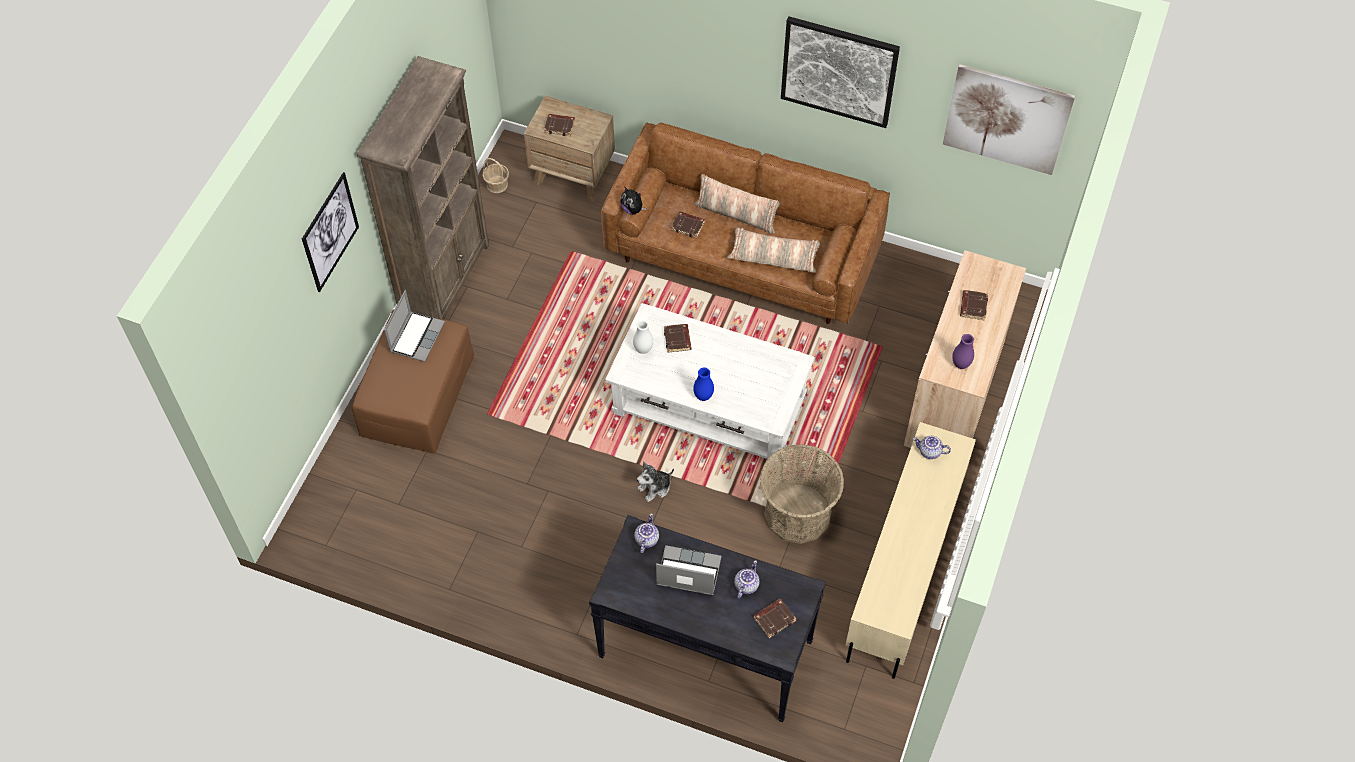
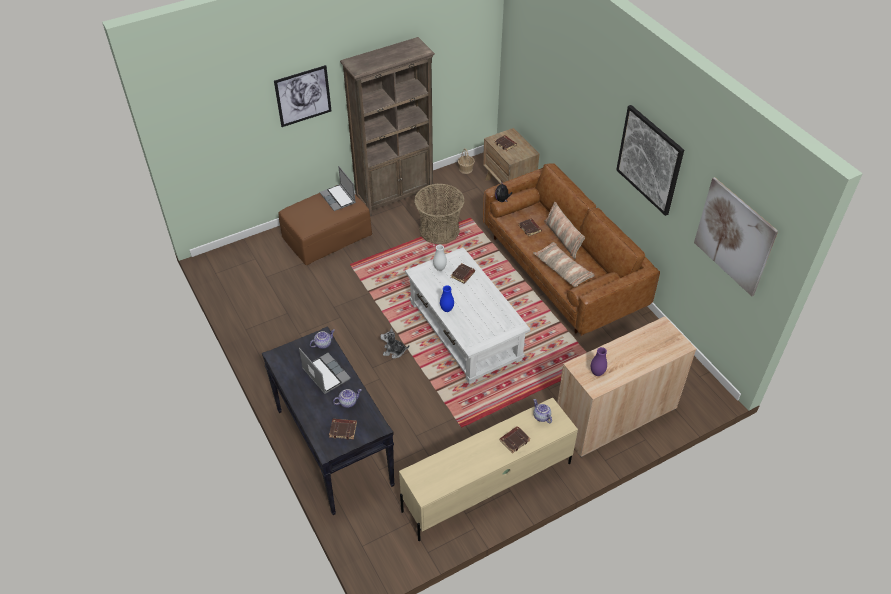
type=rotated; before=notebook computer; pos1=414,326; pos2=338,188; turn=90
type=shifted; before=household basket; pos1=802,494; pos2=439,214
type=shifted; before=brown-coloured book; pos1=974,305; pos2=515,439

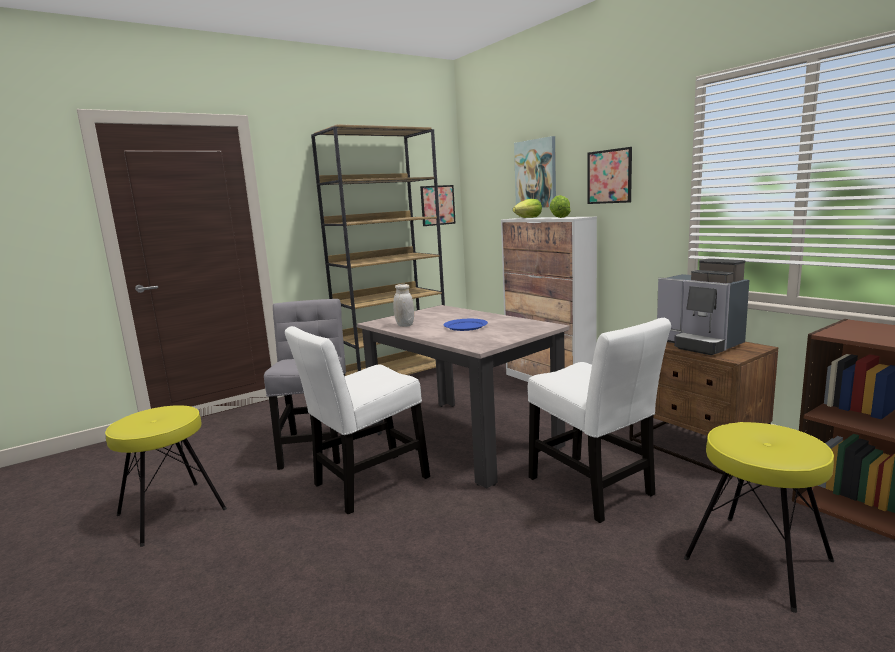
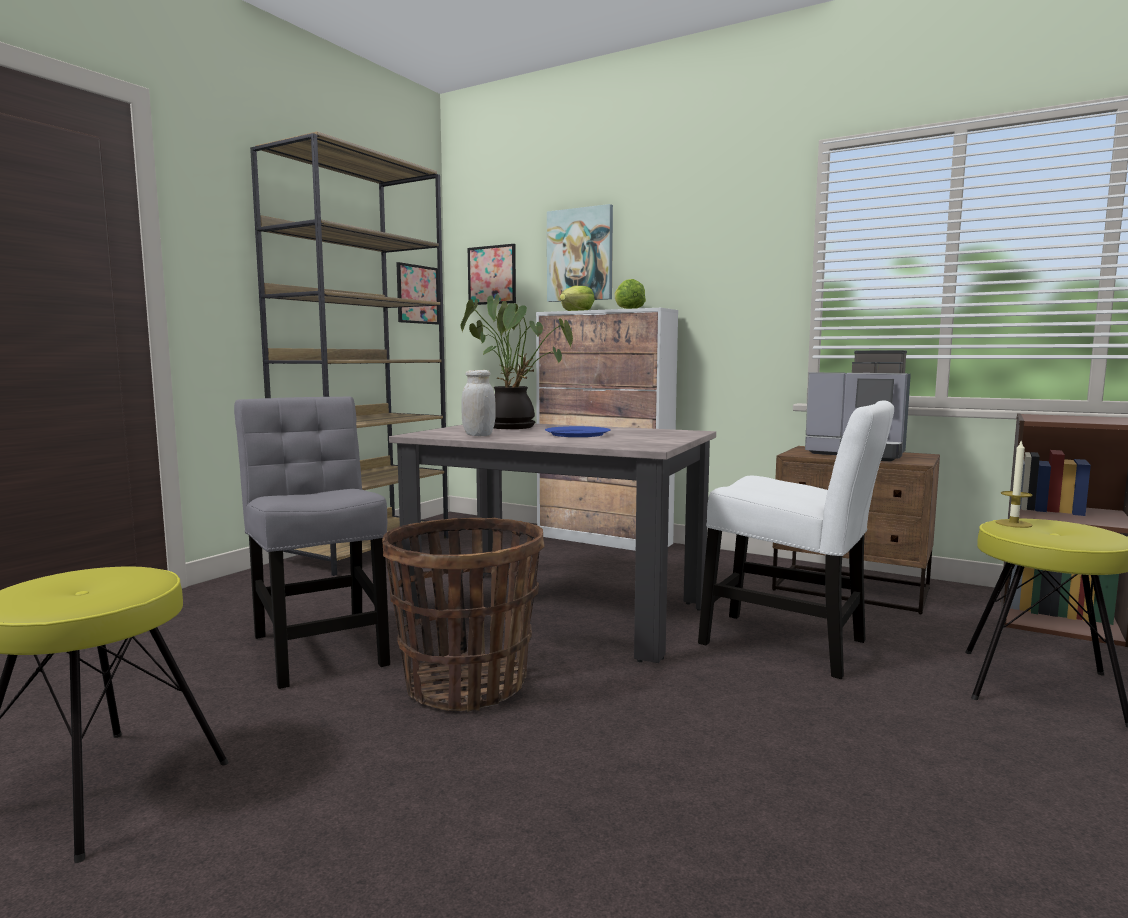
type=swapped; before=white-coloured chair; after=household basket; pos1=357,420; pos2=463,615
type=new; after=plant in a pot; pos2=516,361
type=shifted; before=picture; pos1=610,175; pos2=492,274
type=new; after=candle; pos2=1014,484

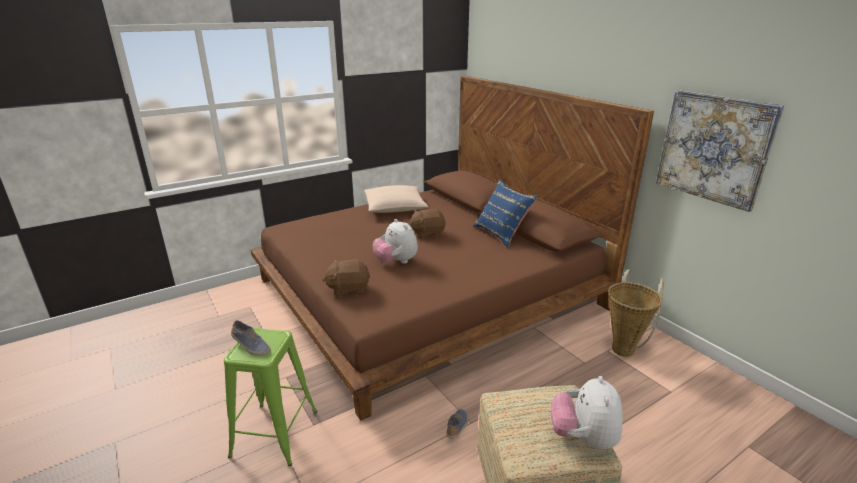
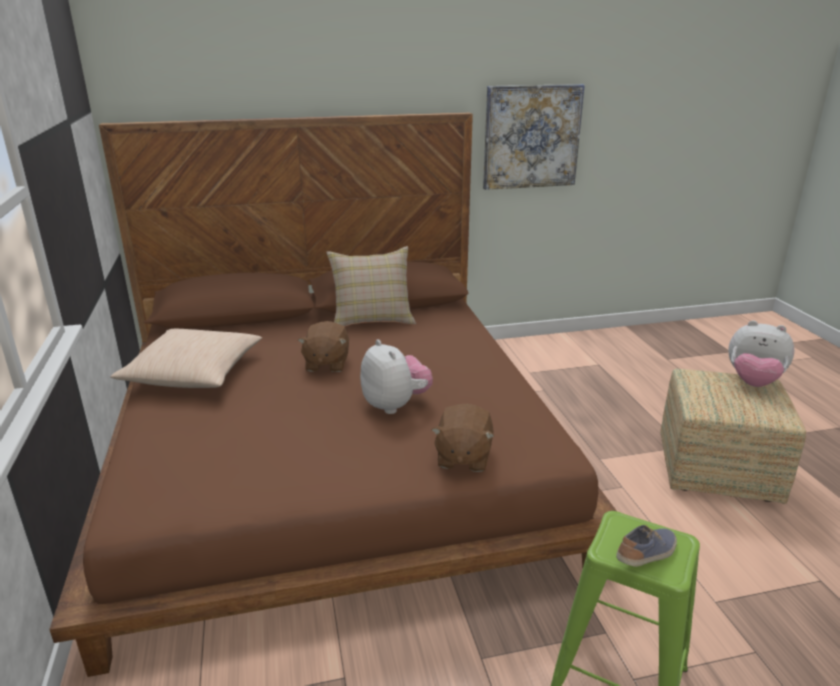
type=repainted; before=blue pillow; after=beige pillow; pos1=506,213; pos2=371,286
type=rotated; before=cuddly toy; pos1=395,241; pos2=396,376; turn=-105
type=gone; before=low shoe; pos1=457,424
type=gone; before=household basket; pos1=635,313

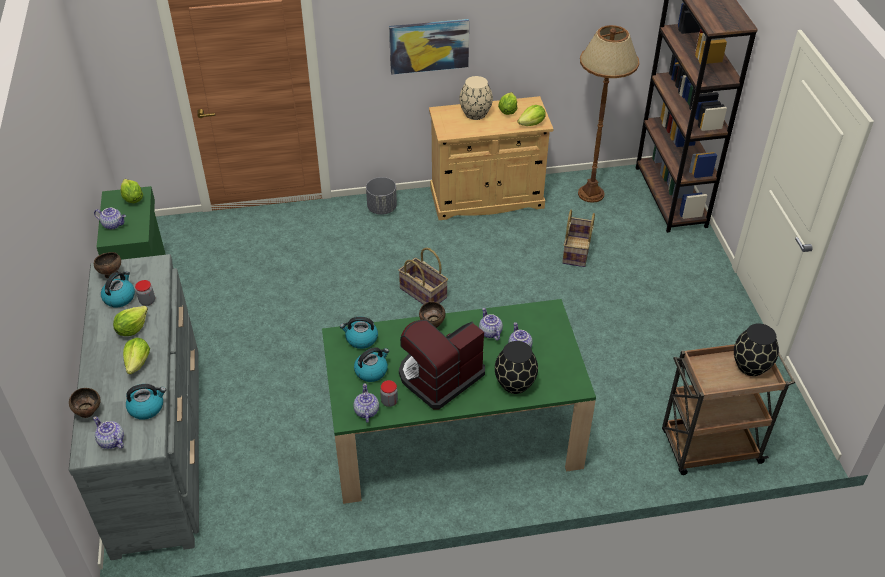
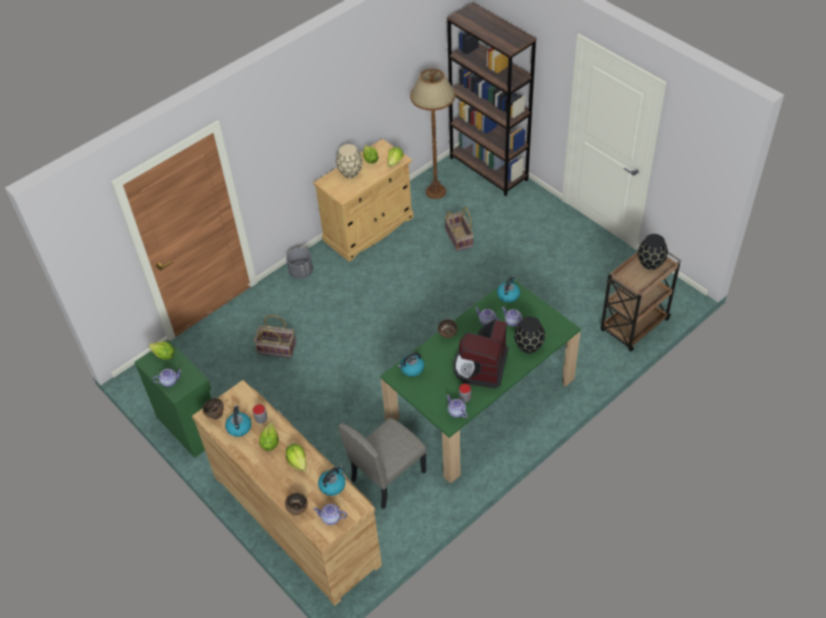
type=repainted; before=gray drawer chest; after=brown-coloured drawer chest; pos1=134,407; pos2=287,493
type=shifted; before=household basket; pos1=423,276; pos2=275,336
type=new; after=beige chair; pos2=382,463
type=shifted; before=tea kettle; pos1=371,364; pos2=508,289
type=gone; before=picture; pos1=429,47

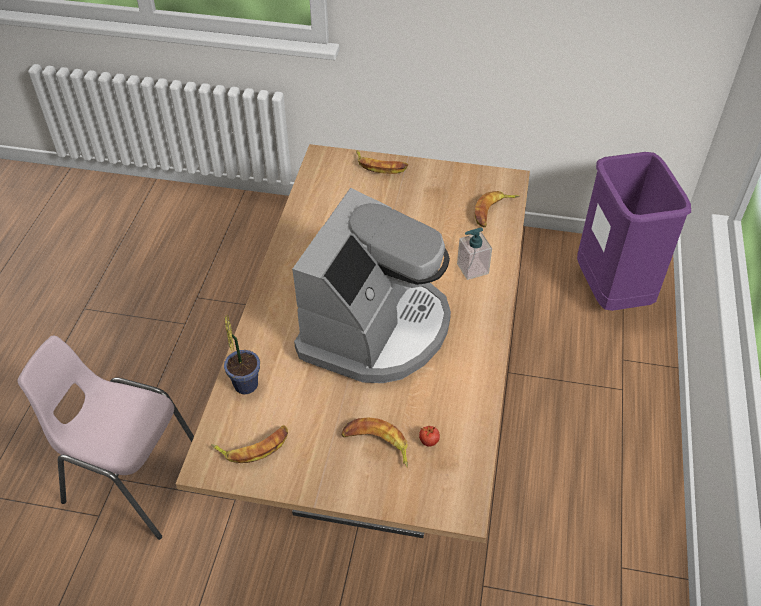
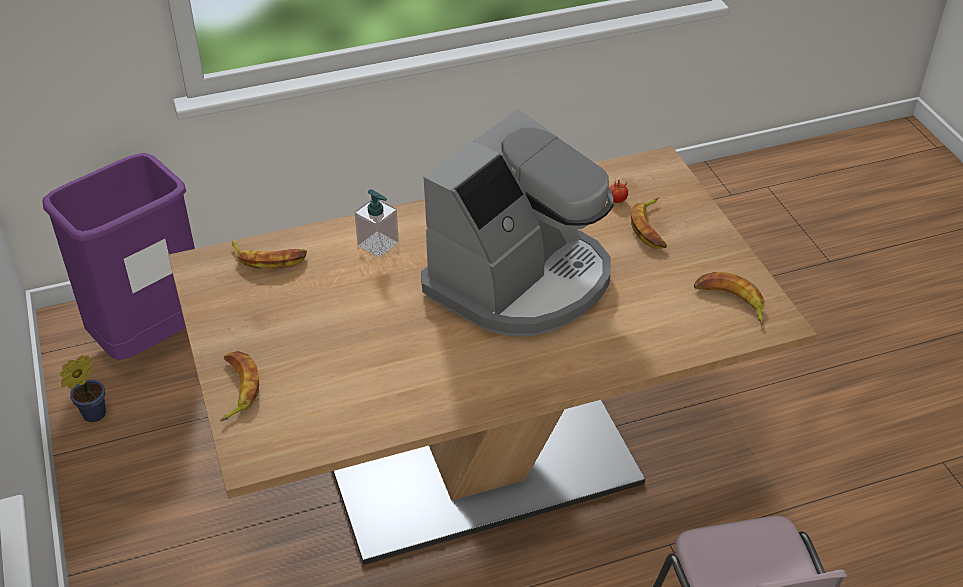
type=shifted; before=plant in a pot; pos1=242,355; pos2=83,388
type=rotated; before=coffee brewer; pos1=371,285; pos2=517,222; turn=135

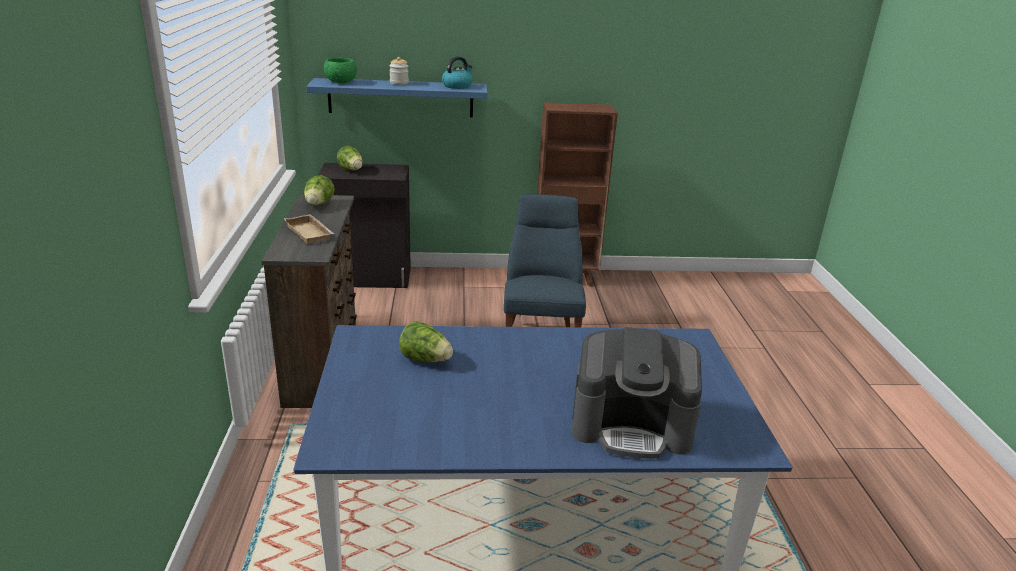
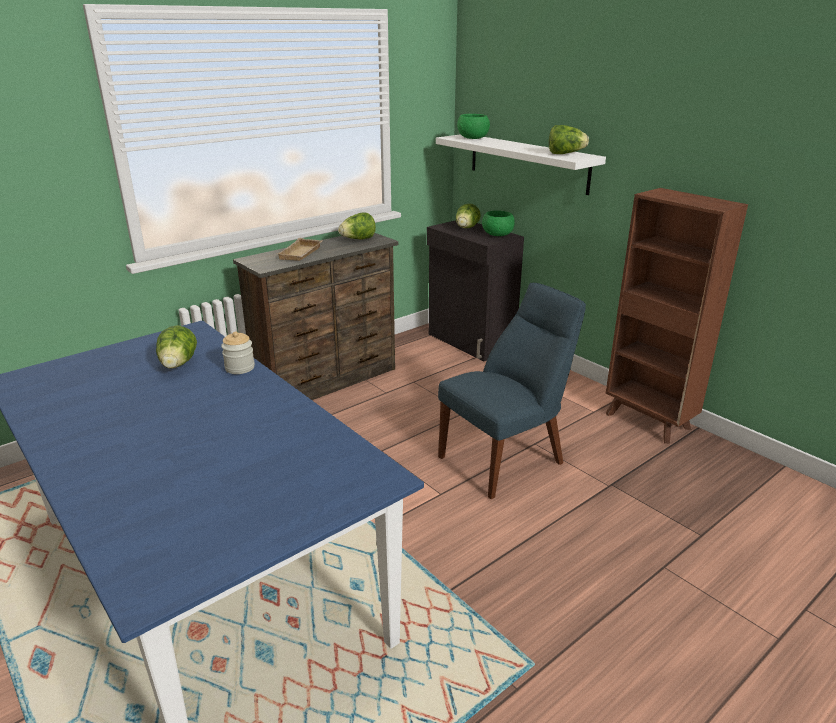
type=shifted; before=jar; pos1=399,71; pos2=238,352
type=repainted; before=blue wall shelf; after=white-coloured wall shelf; pos1=397,98; pos2=521,164
type=new; after=greenish deep dish; pos2=498,223
type=swapped; before=tea kettle; after=head of lettuce; pos1=457,72; pos2=569,139
type=gone; before=coffee brewer; pos1=637,393

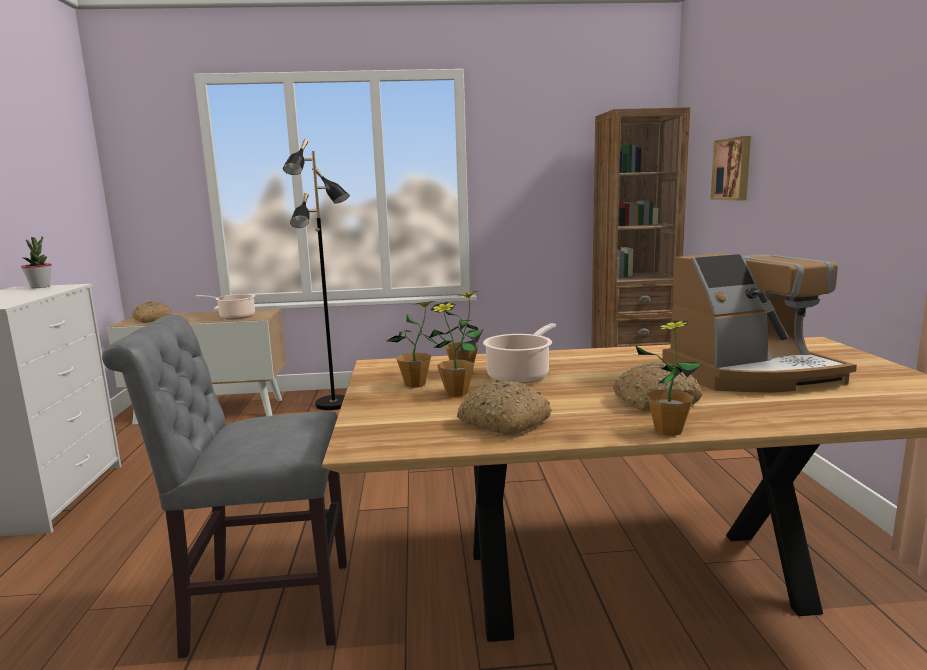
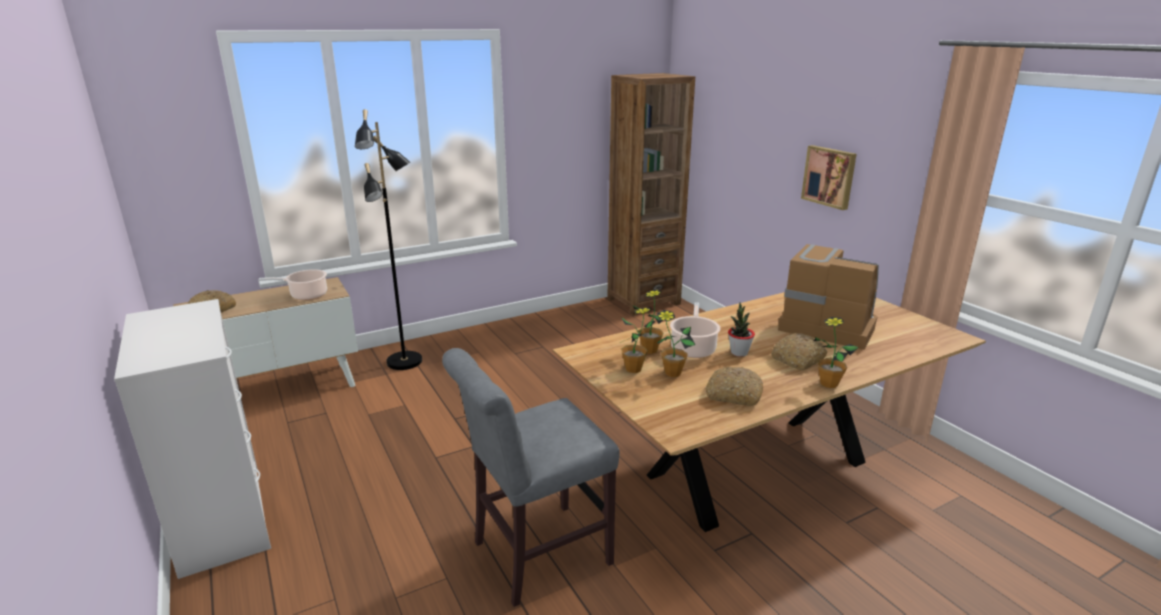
type=shifted; before=plant in a pot; pos1=36,262; pos2=741,329
type=rotated; before=coffee brewer; pos1=759,323; pos2=828,297; turn=-105
type=shifted; before=picture; pos1=731,168; pos2=828,177

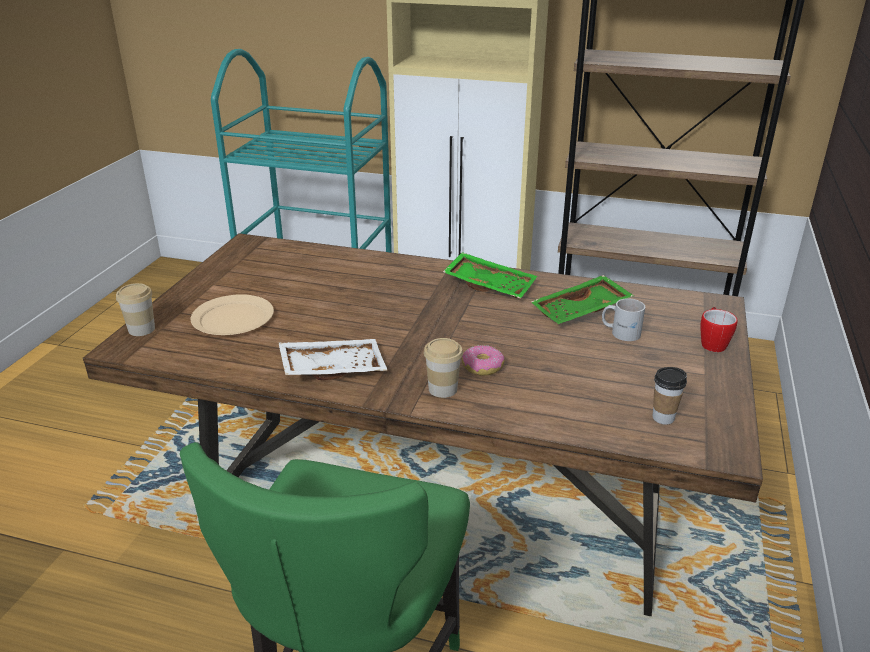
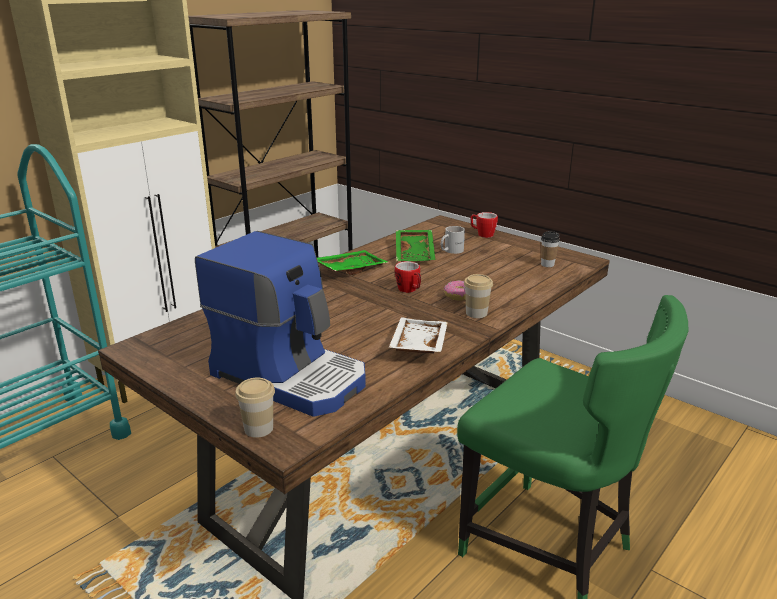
type=swapped; before=beige flat dish; after=coffee brewer; pos1=232,314; pos2=280,324
type=new; after=mug; pos2=408,277

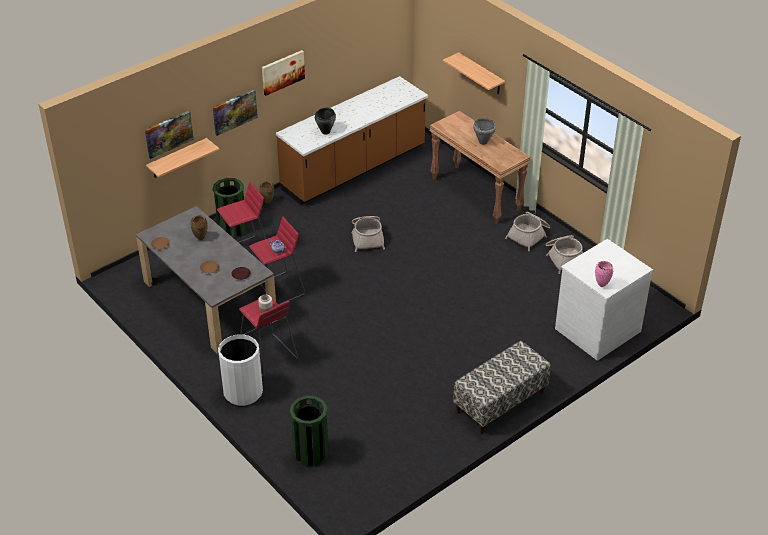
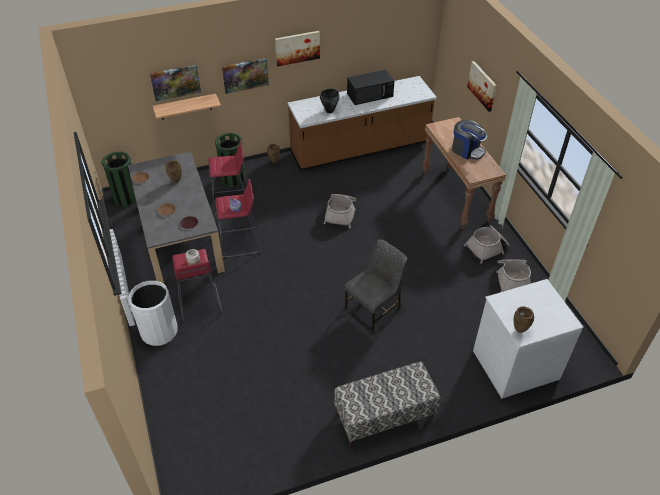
type=shifted; before=greenish waste bin; pos1=309,431; pos2=119,179
type=new; after=gray chair; pos2=375,285
type=new; after=blackish kitchen microwave; pos2=371,87
type=swapped; before=gray cooking pot; after=coffee brewer; pos1=484,131; pos2=469,139
type=swapped; before=wall shelf; after=picture; pos1=474,73; pos2=482,86
type=repainted; before=pink flower vase; after=brown-coloured flower vase; pos1=604,274; pos2=524,319

